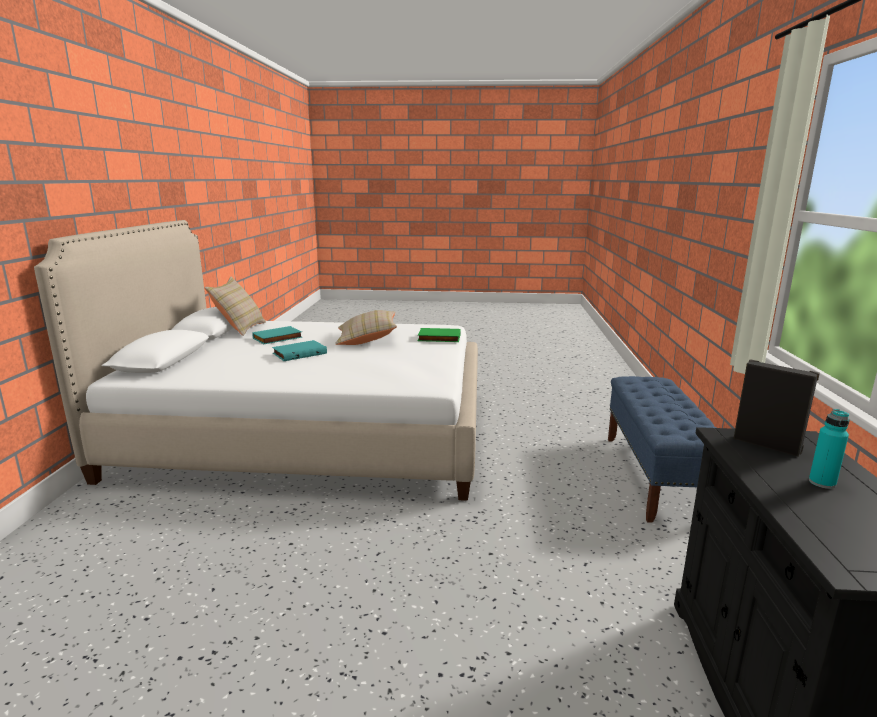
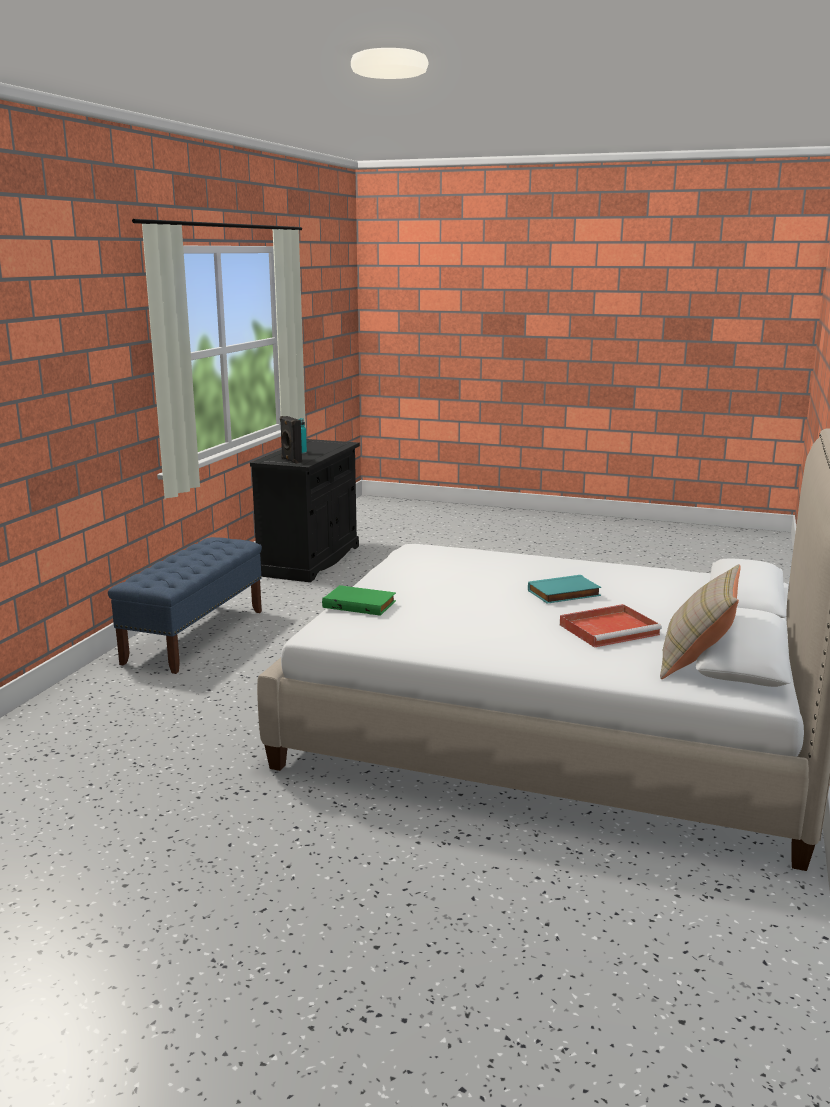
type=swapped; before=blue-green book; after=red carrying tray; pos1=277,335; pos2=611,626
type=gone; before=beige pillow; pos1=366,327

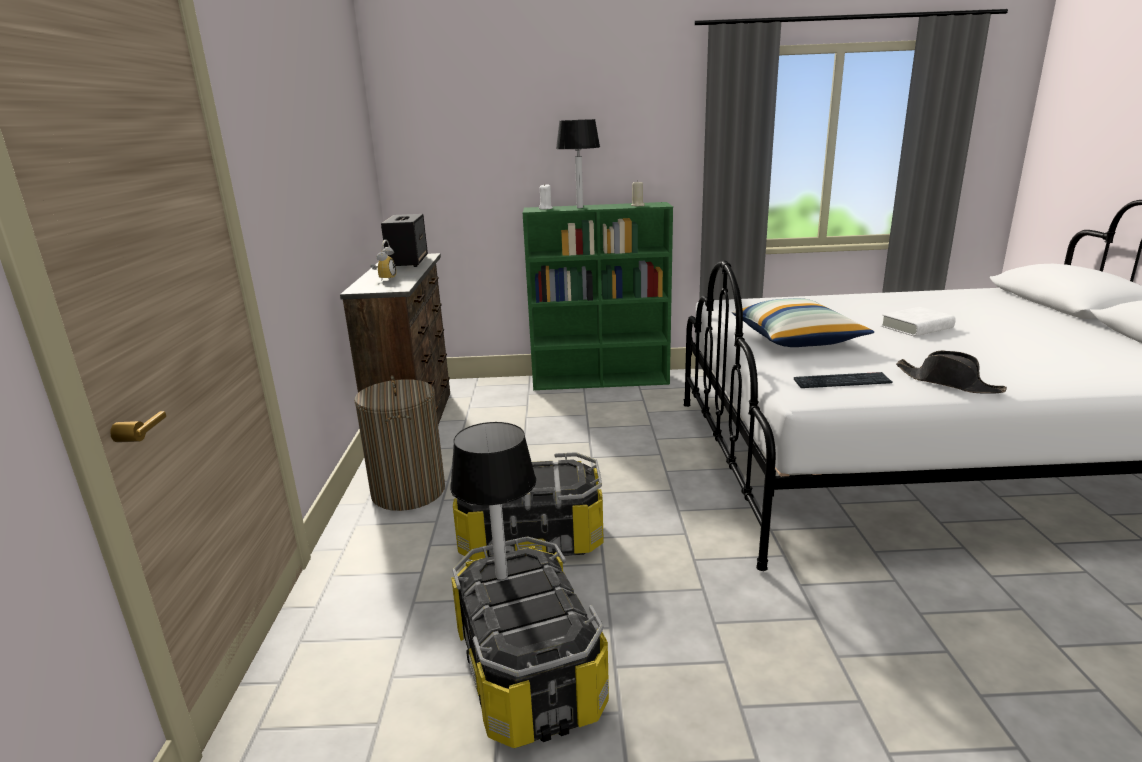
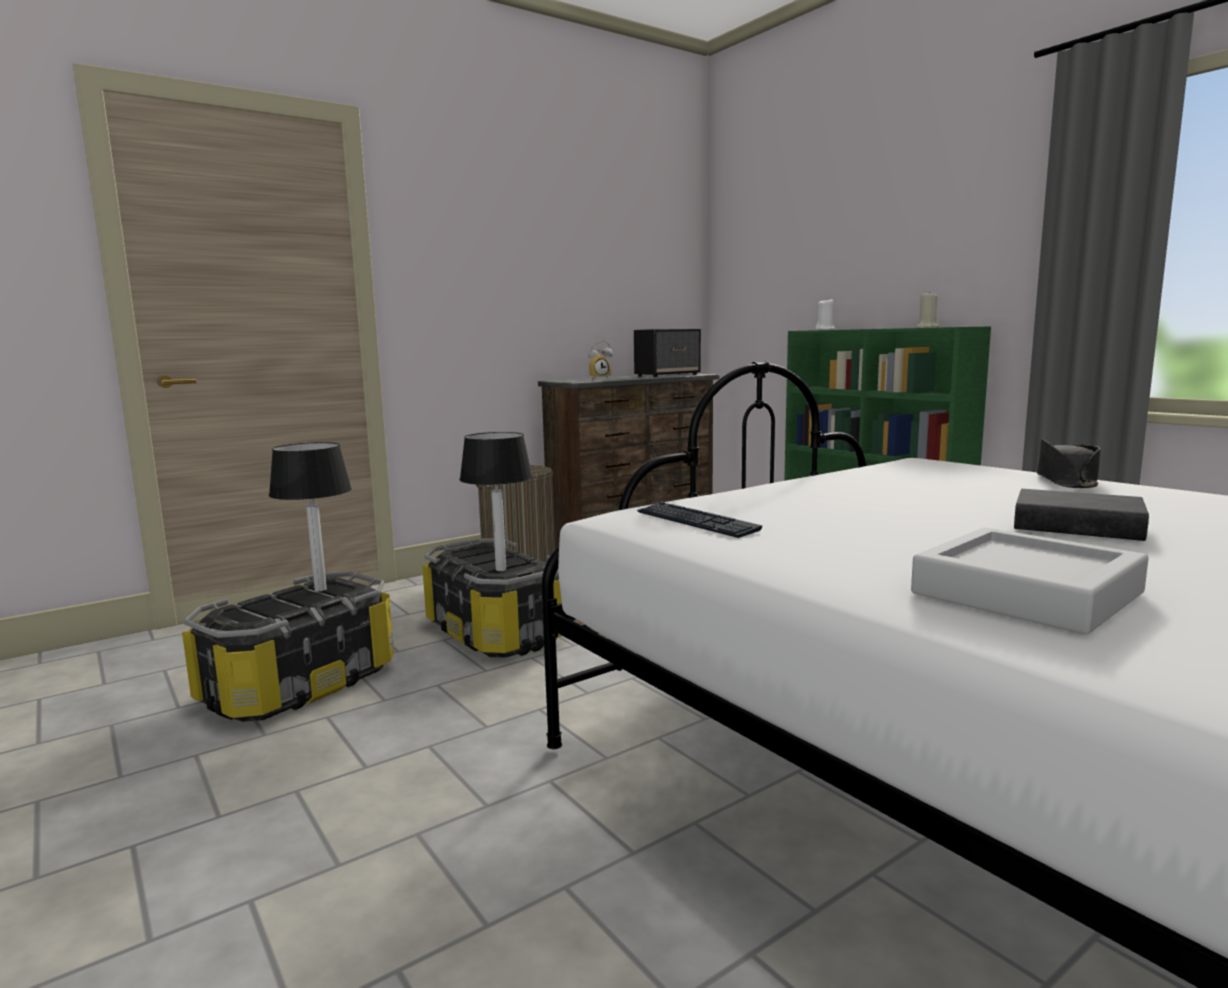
type=shifted; before=tabletop lamp; pos1=578,163; pos2=496,501
type=new; after=gray carrying tray; pos2=1030,581
type=repainted; before=white-coloured book; after=blackish book; pos1=918,322; pos2=1081,515
type=shifted; before=blackish hat; pos1=951,372; pos2=1068,463
type=gone; before=pillow; pos1=803,322

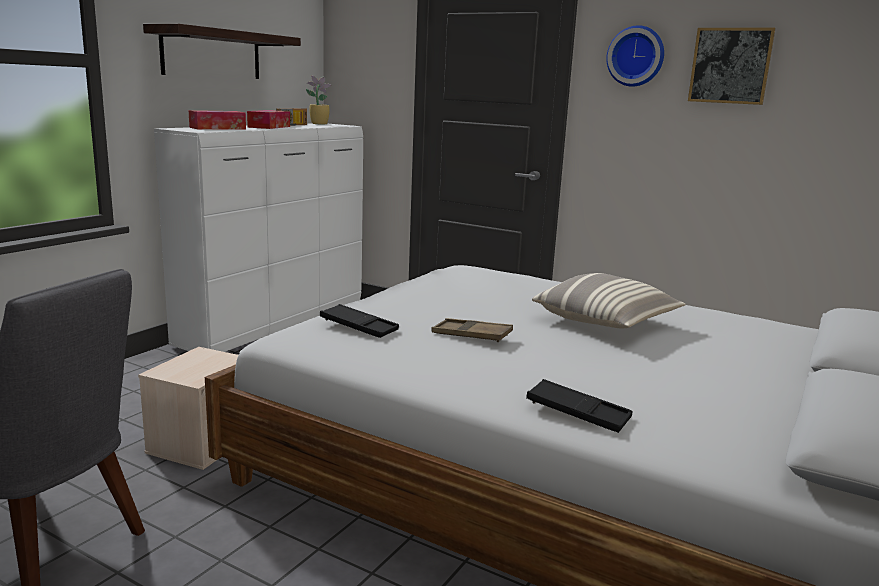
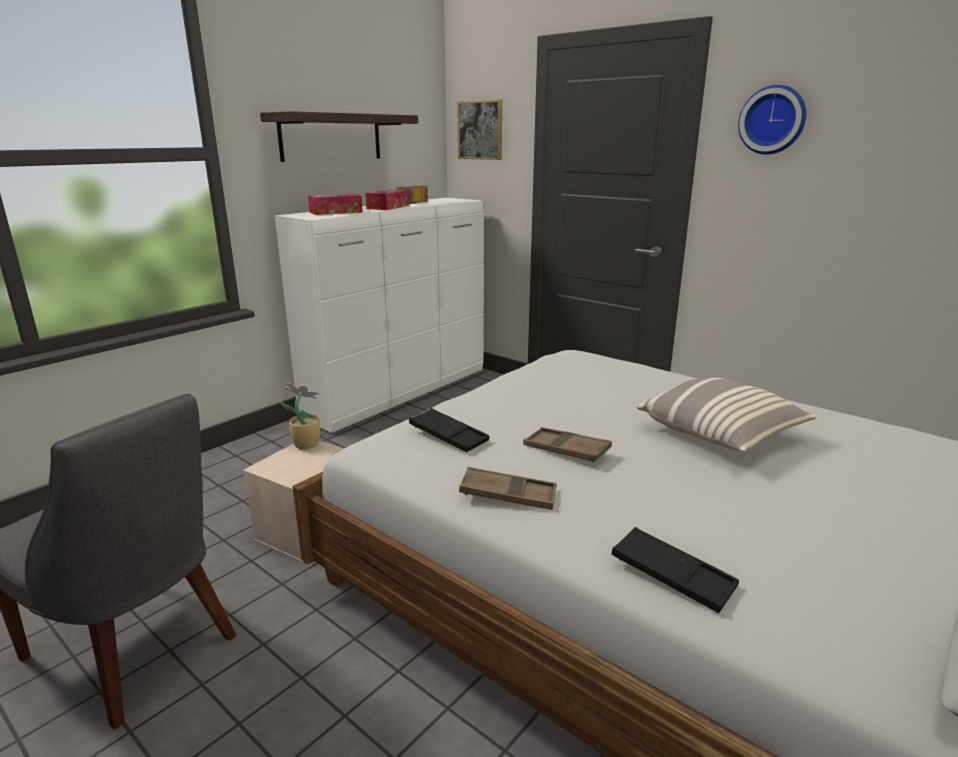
type=shifted; before=plant in a pot; pos1=319,99; pos2=300,416
type=shifted; before=picture; pos1=732,66; pos2=479,130
type=new; after=brown-coloured carrying tray; pos2=507,488

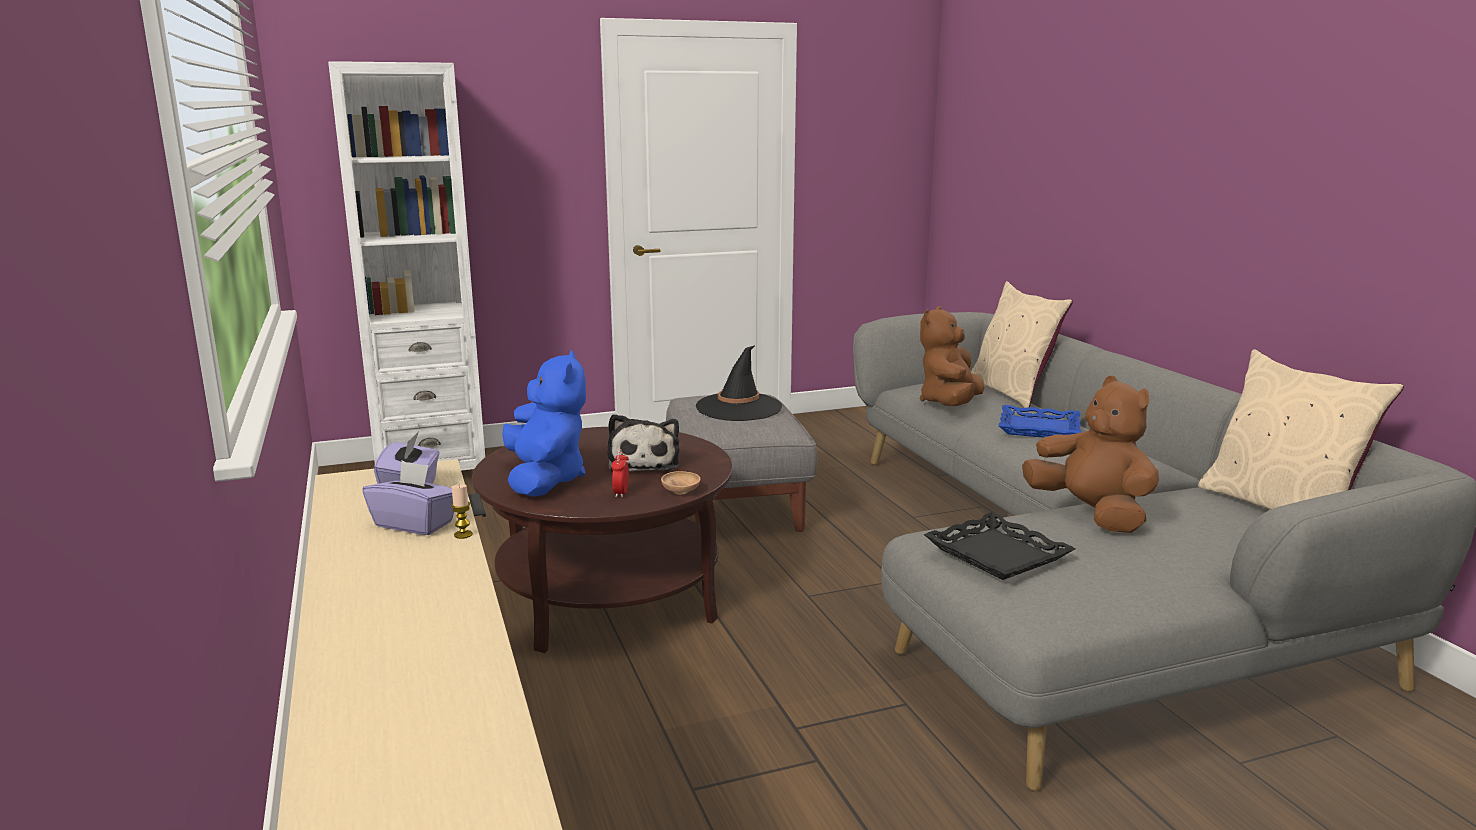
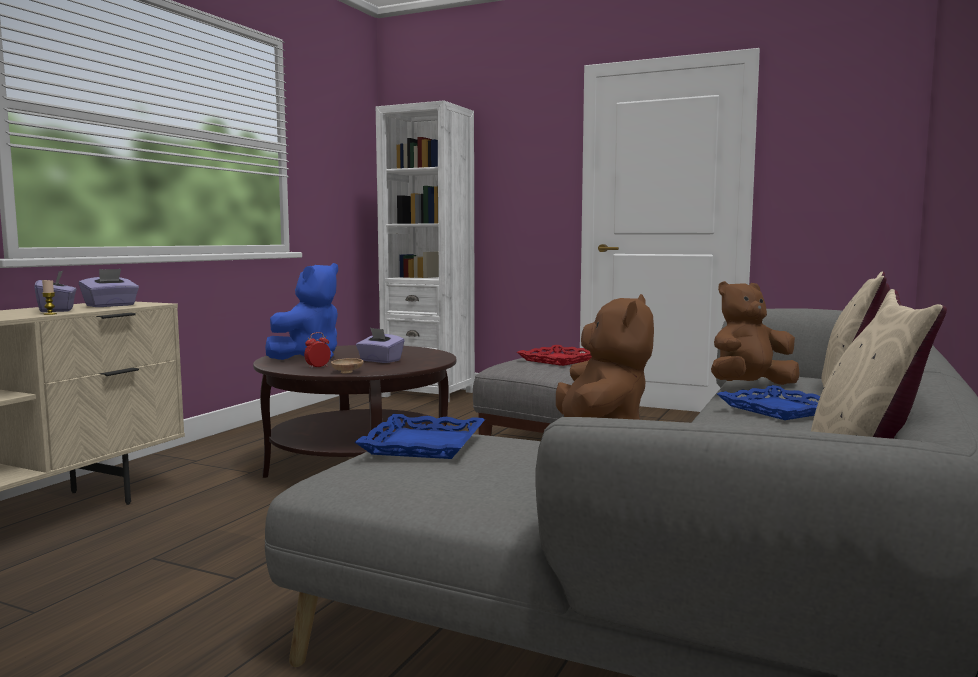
type=repainted; before=blackish carrying tray; after=blue carrying tray; pos1=999,546; pos2=420,436
type=swapped; before=cuddly toy; after=purple tissue box; pos1=643,443; pos2=380,345
type=swapped; before=blackish hat; after=red carrying tray; pos1=739,383; pos2=554,355

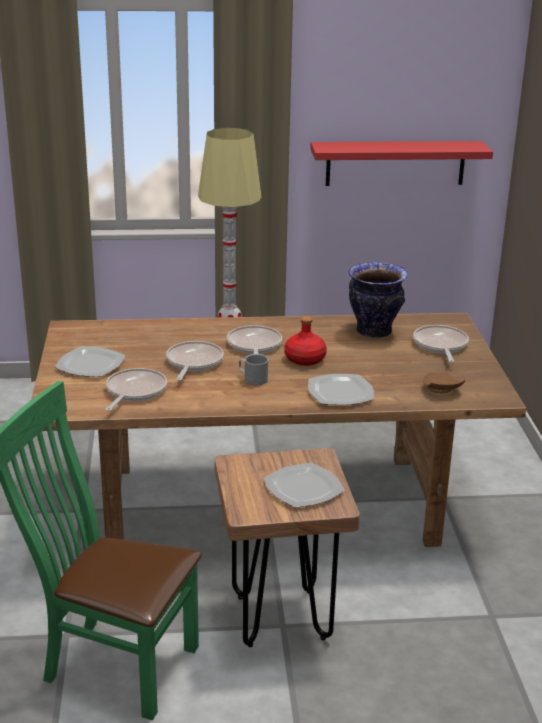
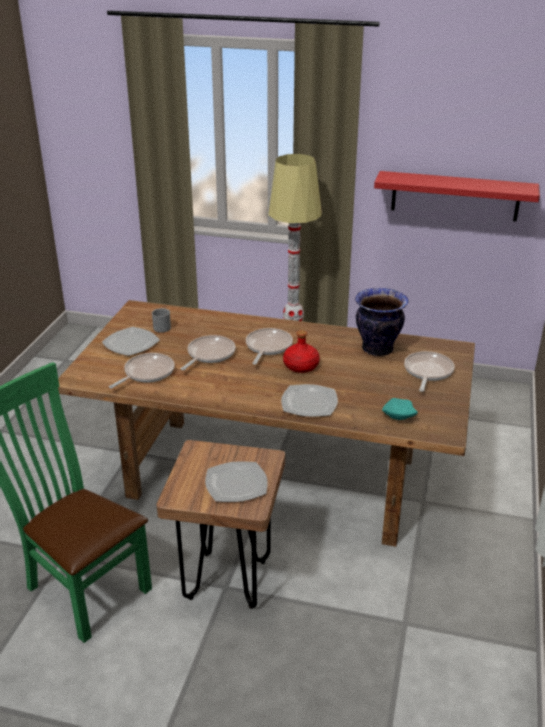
type=shifted; before=gray mug; pos1=254,369; pos2=161,320
type=repainted; before=brown-coloured flat dish; after=blue-green flat dish; pos1=444,382; pos2=400,409

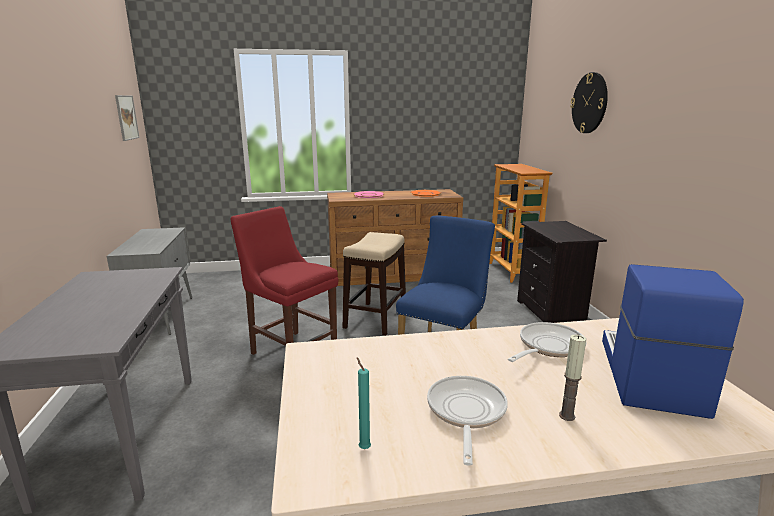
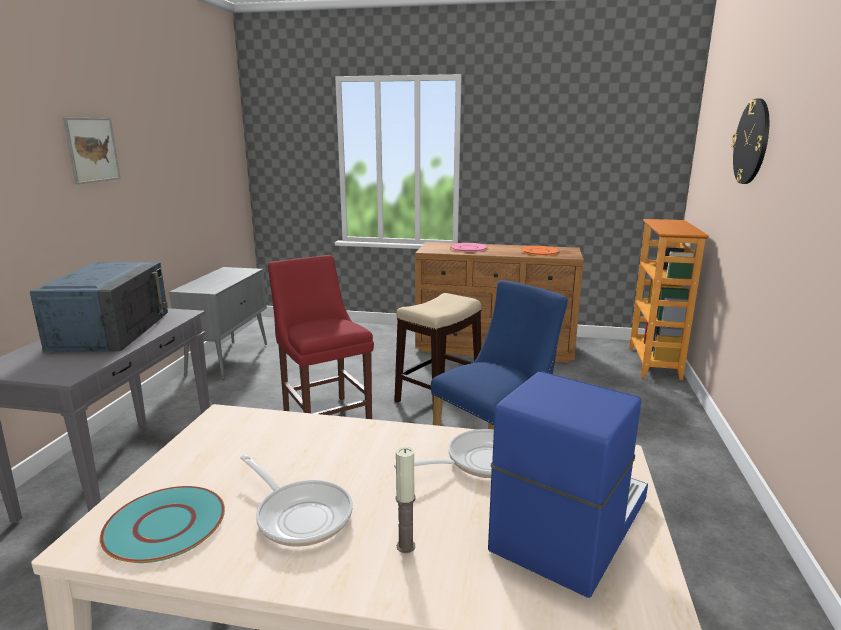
type=new; after=blue kitchen microwave; pos2=99,307
type=shifted; before=picture; pos1=127,118; pos2=92,151
type=swapped; before=blue-green candle; after=blue-green flat dish; pos1=364,403; pos2=162,524
type=rotated; before=skillet; pos1=467,421; pos2=296,500; turn=105
type=gone; before=blackish bedside table; pos1=562,272

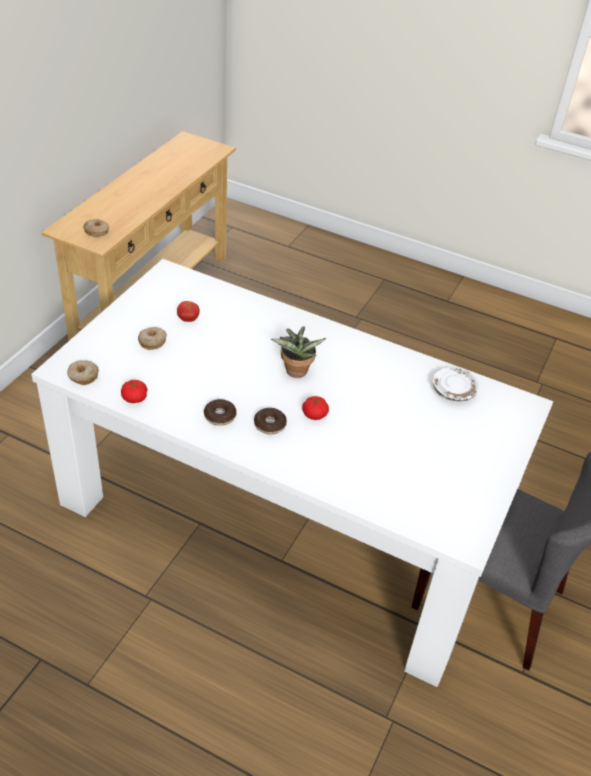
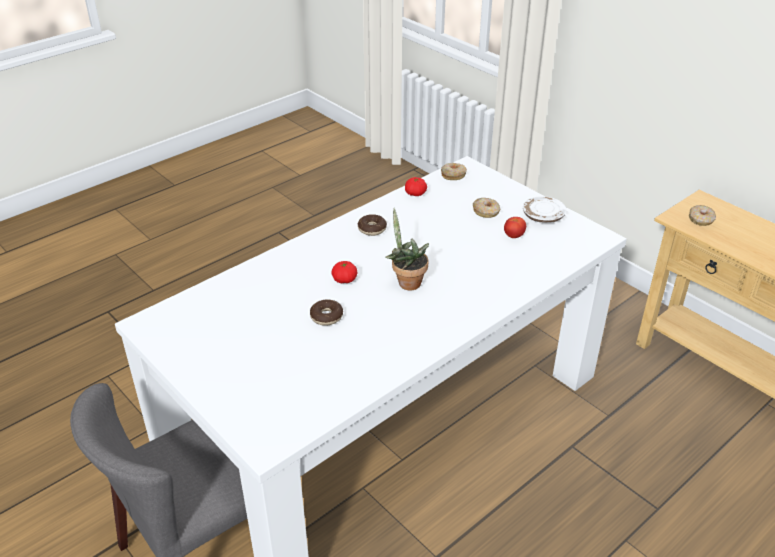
type=shifted; before=doughnut; pos1=270,421; pos2=326,312
type=shifted; before=white-coloured flat dish; pos1=456,384; pos2=545,209

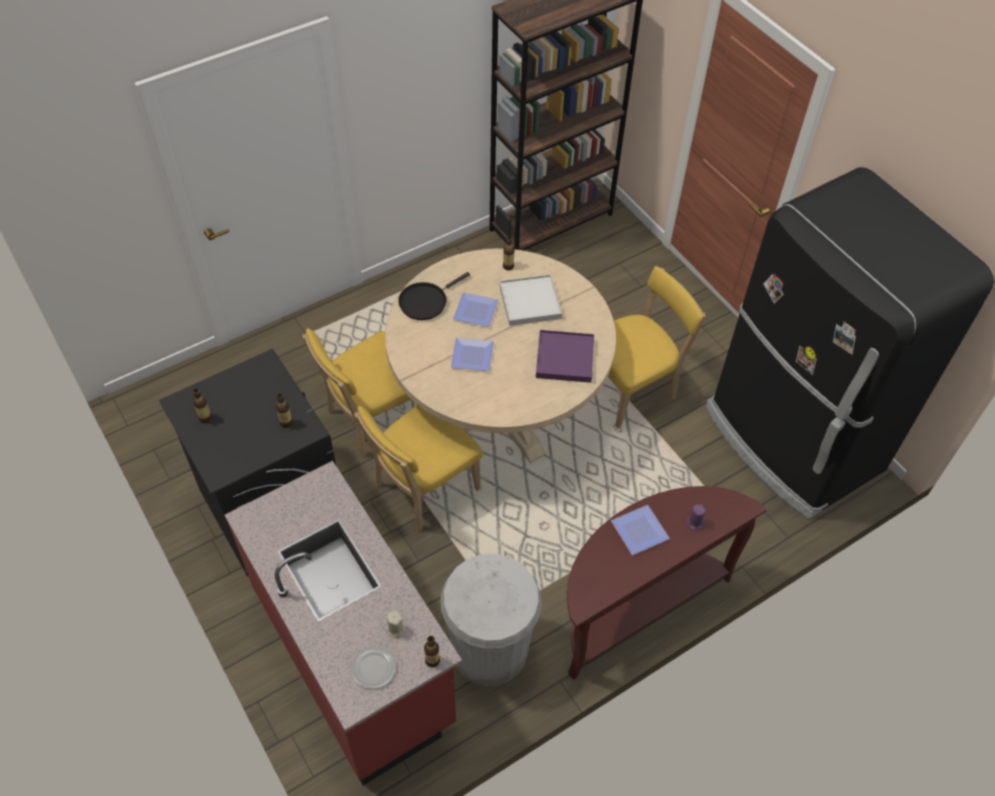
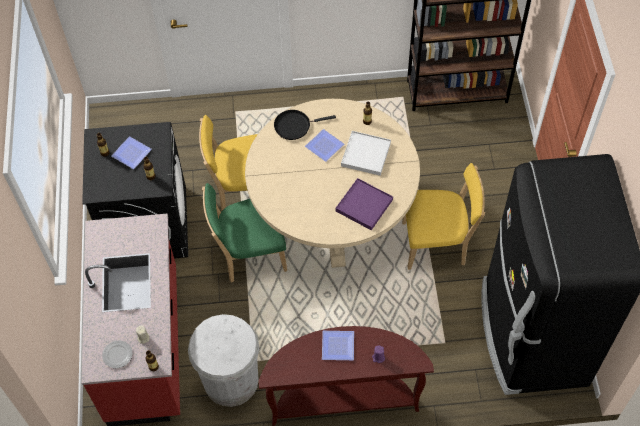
type=shifted; before=flat dish; pos1=472,354; pos2=131,152
type=repainted; before=yellow chair; after=greenish chair; pos1=418,468; pos2=244,233

